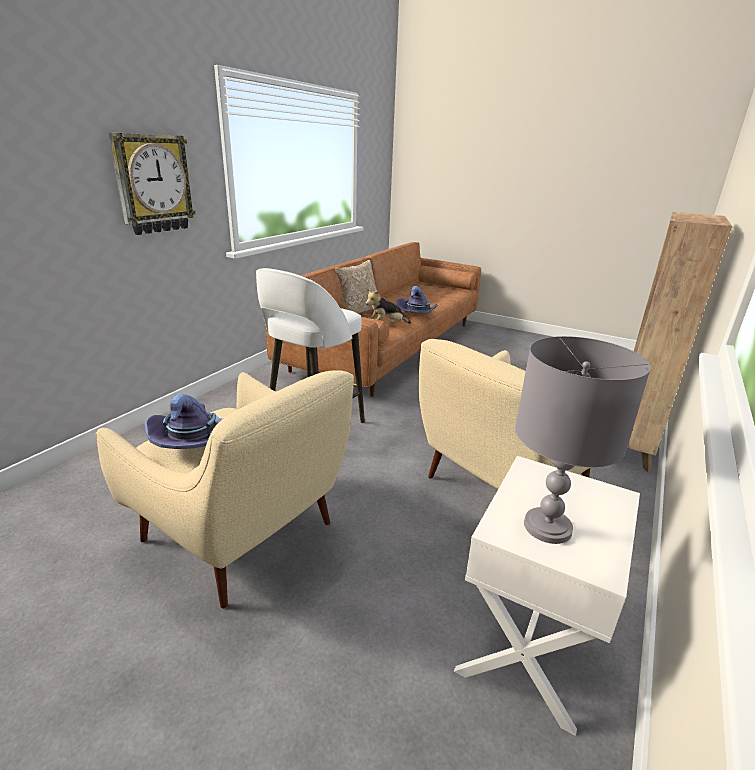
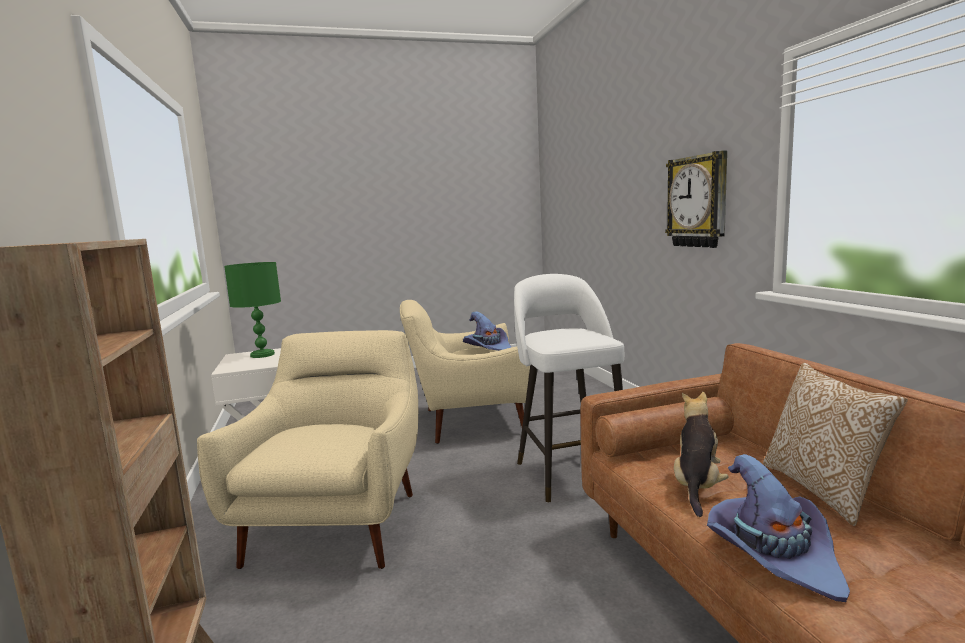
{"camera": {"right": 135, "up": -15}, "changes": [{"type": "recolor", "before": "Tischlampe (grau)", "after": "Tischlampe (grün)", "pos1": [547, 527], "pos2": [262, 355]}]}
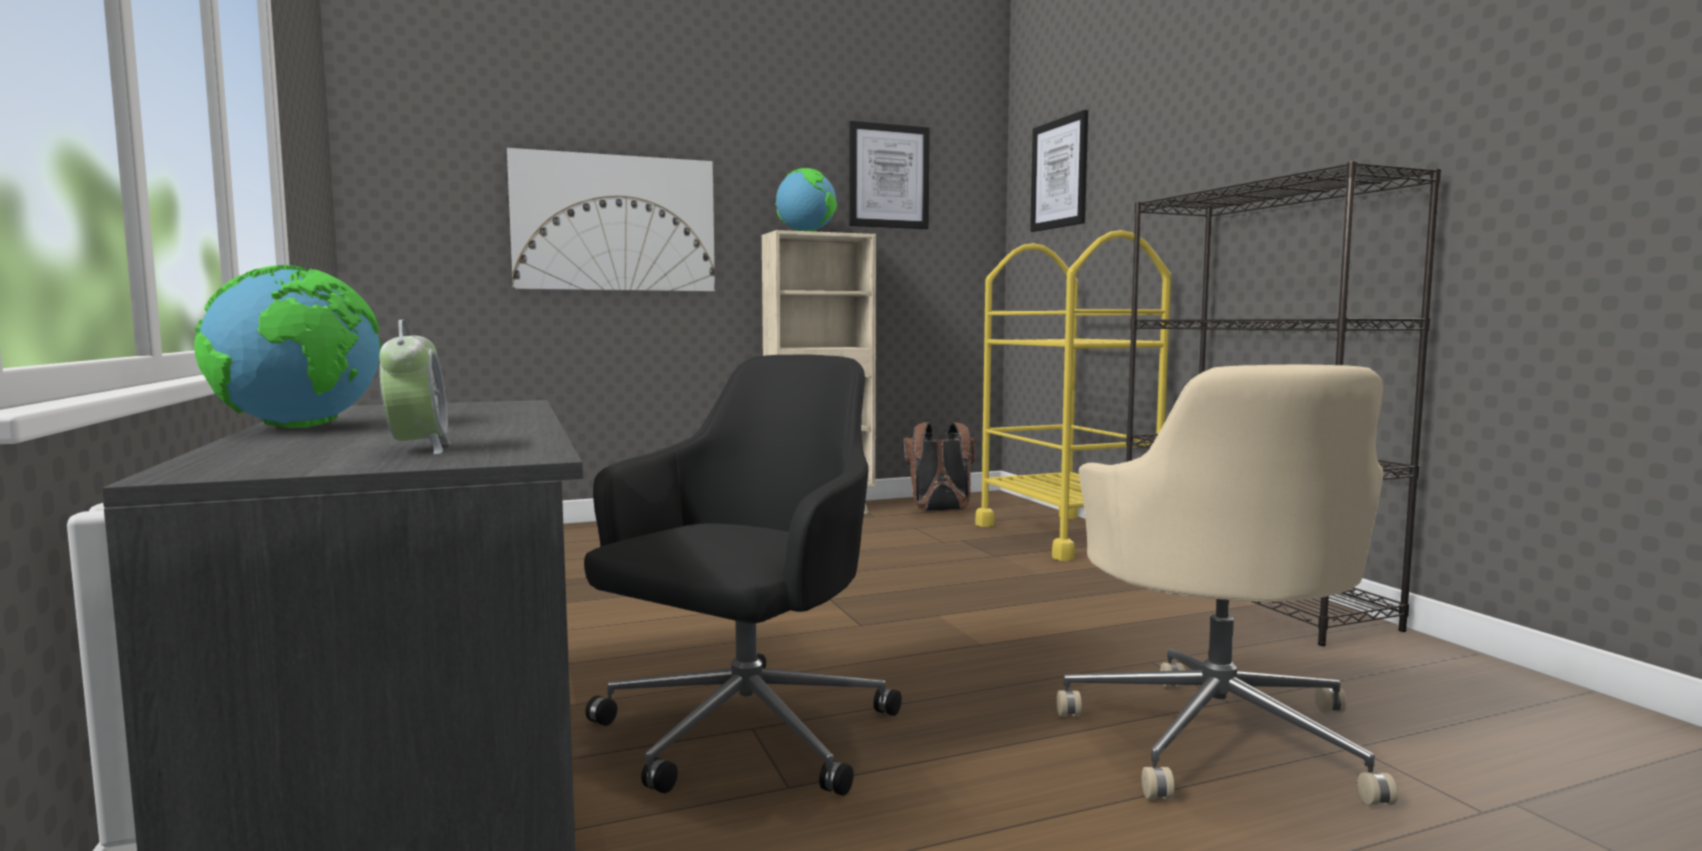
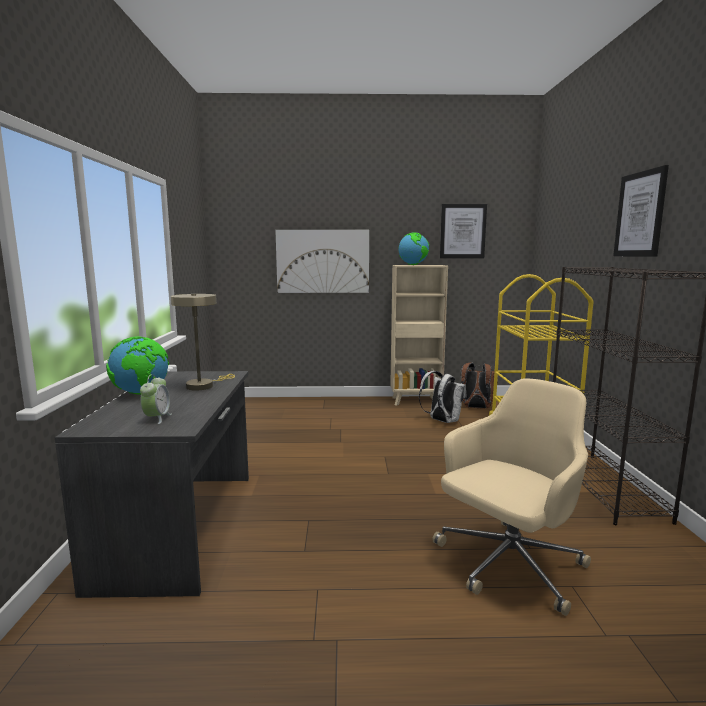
{"camera": {"right": 20, "up": 5}, "changes": [{"type": "delete", "before": "Bürostuhl (schwarz)", "pos1": [742, 734]}, {"type": "insert", "after": "Tischlampe (beige)", "pos2": [203, 385]}, {"type": "insert", "after": "Rucksack (weiß)", "pos2": [442, 421]}, {"type": "move", "before": "Bild", "pos1": [1059, 174], "pos2": [640, 214]}, {"type": "rotate", "before": "Bürostuhl (beige)", "pos1": [1217, 734], "pos2": [508, 565], "turn": -150}]}
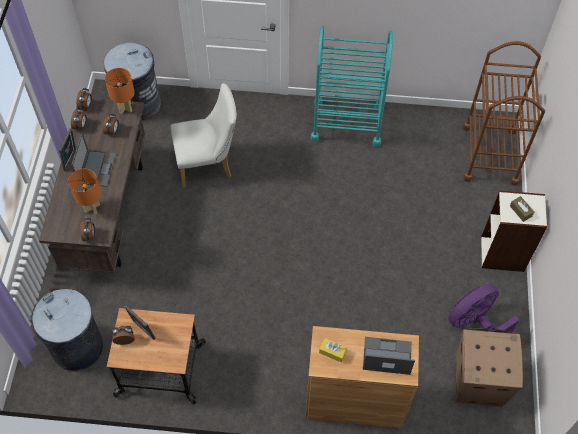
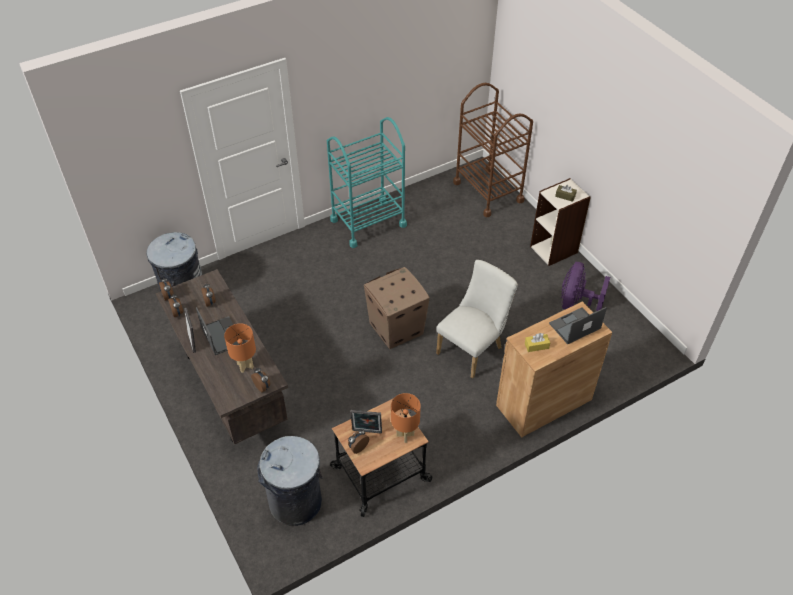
{"camera": {"right": -35, "up": -10}, "changes": [{"type": "move", "before": "Tischlampe (orange)", "pos1": [125, 108], "pos2": [405, 434]}, {"type": "move", "before": "Stuhl (weiß)", "pos1": [208, 164], "pos2": [473, 348]}, {"type": "move", "before": "Karton", "pos1": [477, 382], "pos2": [395, 329]}]}
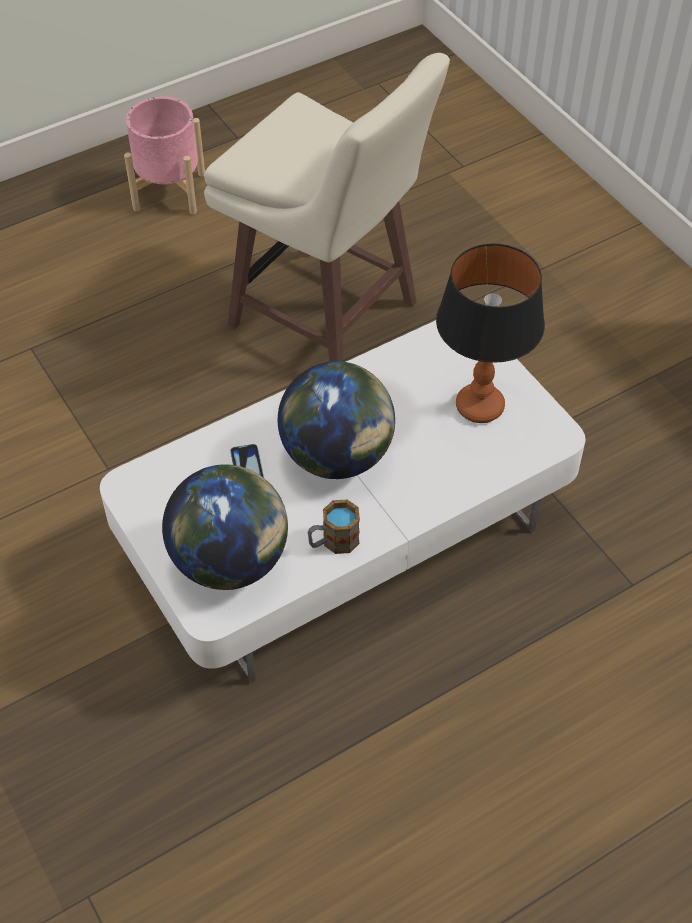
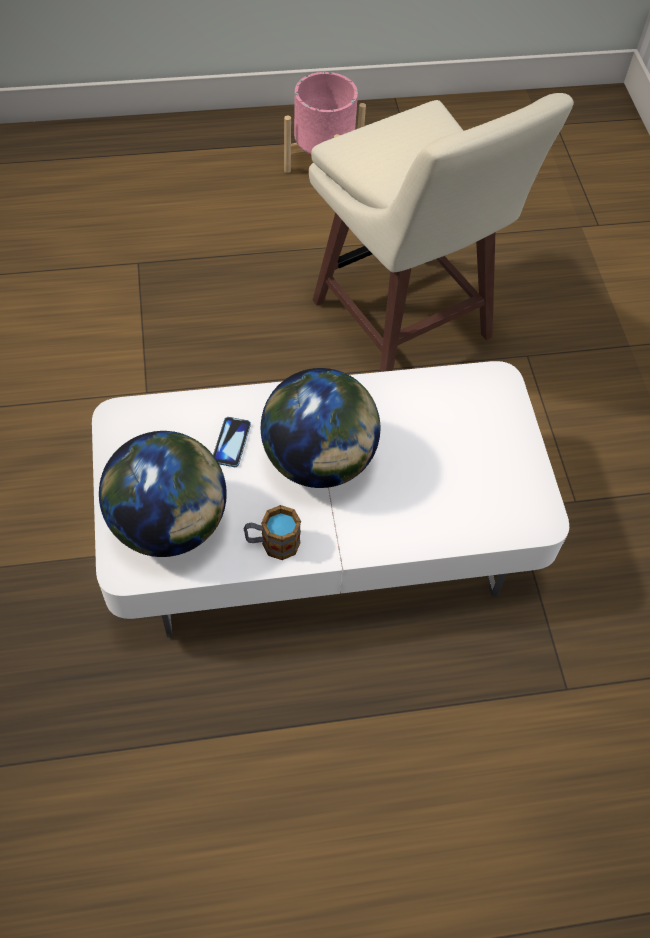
{"camera": {"right": 20, "up": 5}, "changes": [{"type": "delete", "before": "Tischlampe", "pos1": [479, 407]}]}
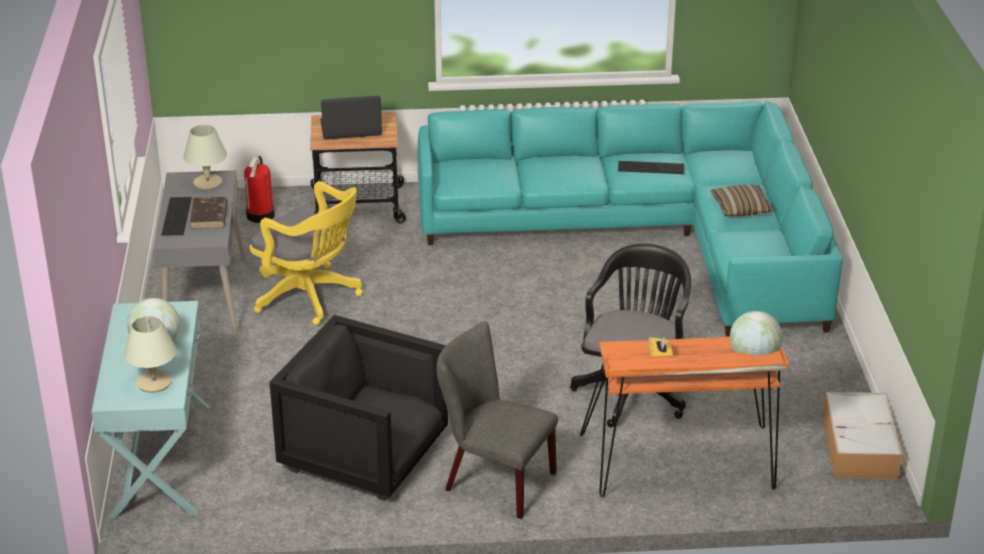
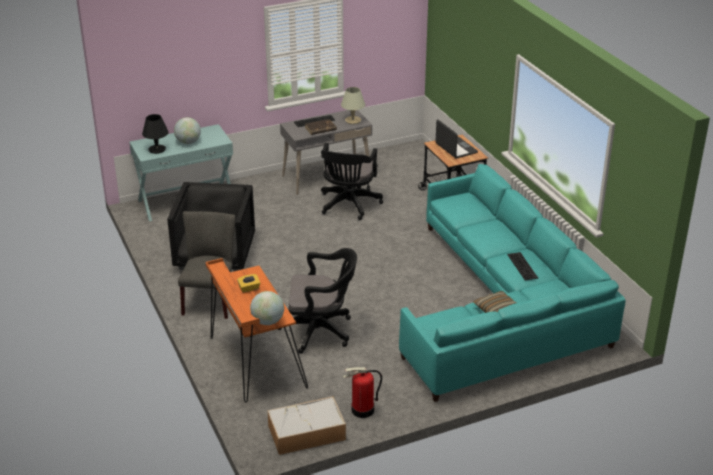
{"camera": {"right": 70, "up": 0}, "changes": [{"type": "move", "before": "Feuerlöscher", "pos1": [261, 215], "pos2": [362, 410]}, {"type": "recolor", "before": "Tischlampe (beige)", "after": "Tischlampe (schwarz)", "pos1": [154, 383], "pos2": [157, 149]}, {"type": "recolor", "before": "Bürostuhl (gelb)", "after": "Bürostuhl (schwarz)", "pos1": [310, 297], "pos2": [348, 205]}]}
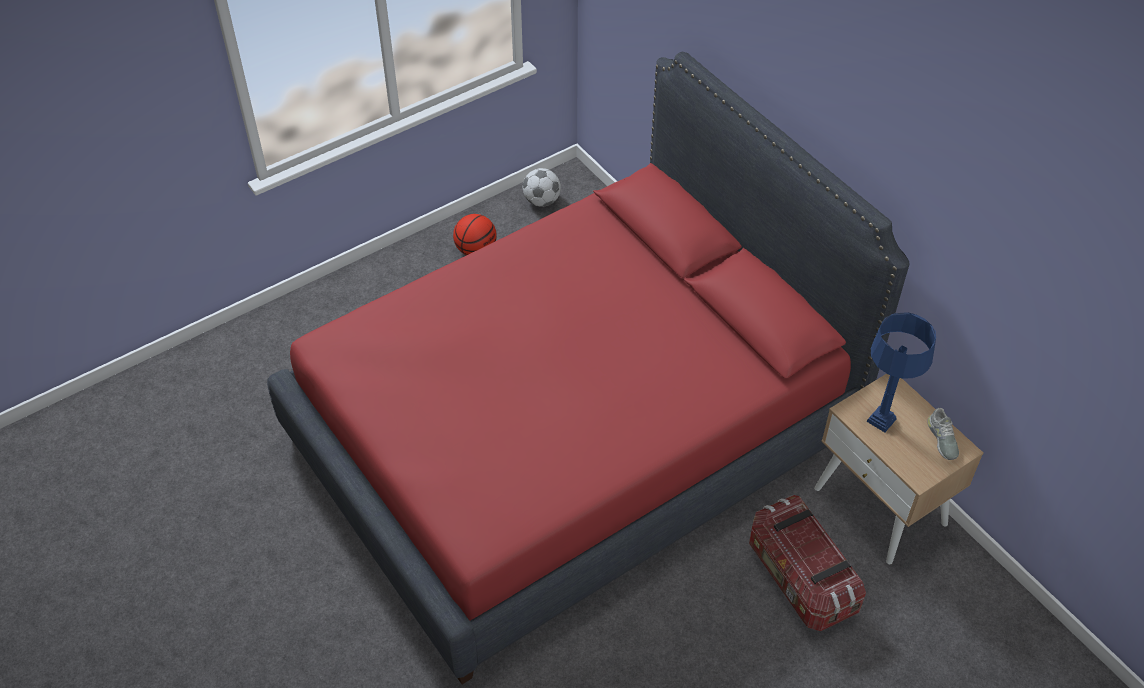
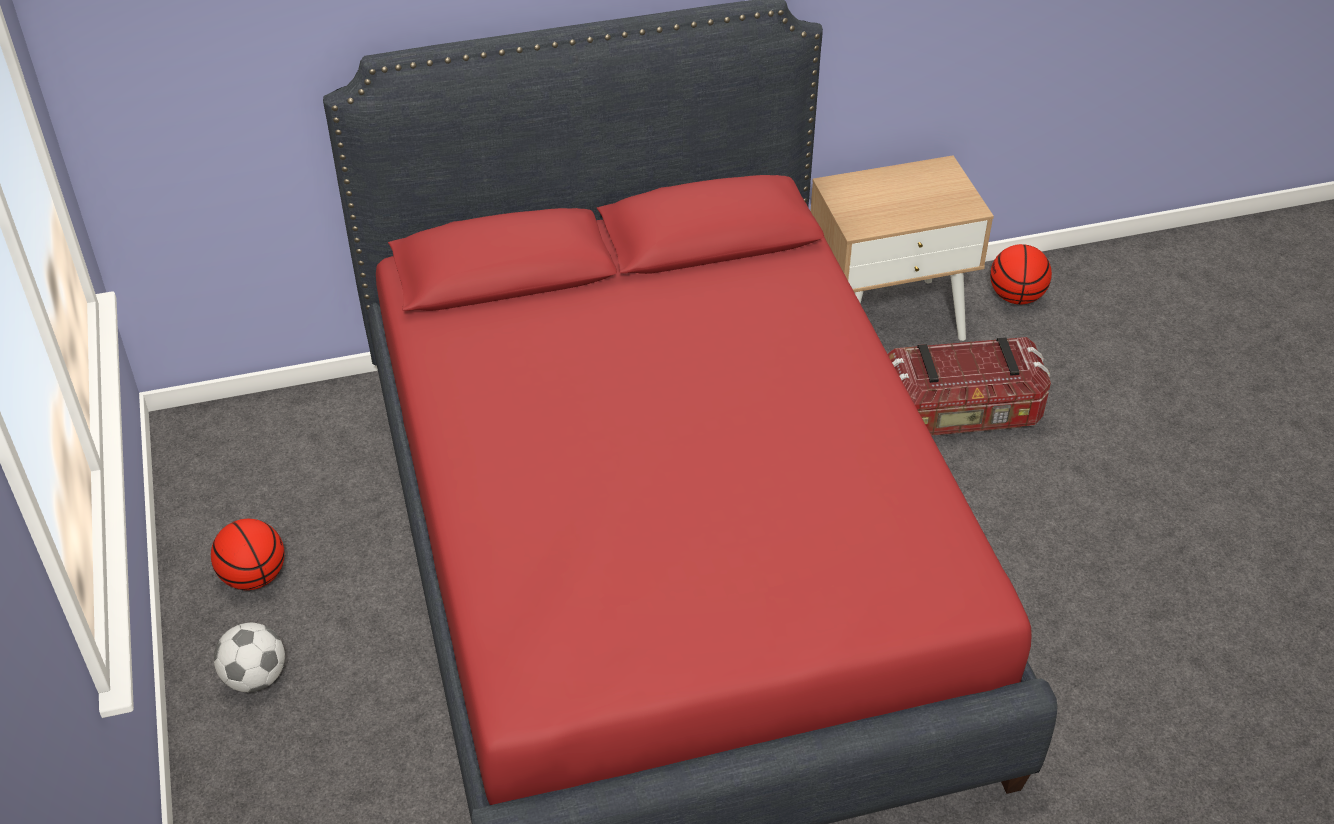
{"camera": {"right": -70, "up": -5}, "changes": [{"type": "delete", "before": "Tischlampe (blau)", "pos1": [881, 420]}, {"type": "delete", "before": "Schuh (grau)", "pos1": [942, 439]}, {"type": "insert", "after": "Basketball", "pos2": [1016, 297]}, {"type": "move", "before": "Fußball", "pos1": [542, 201], "pos2": [255, 677]}]}
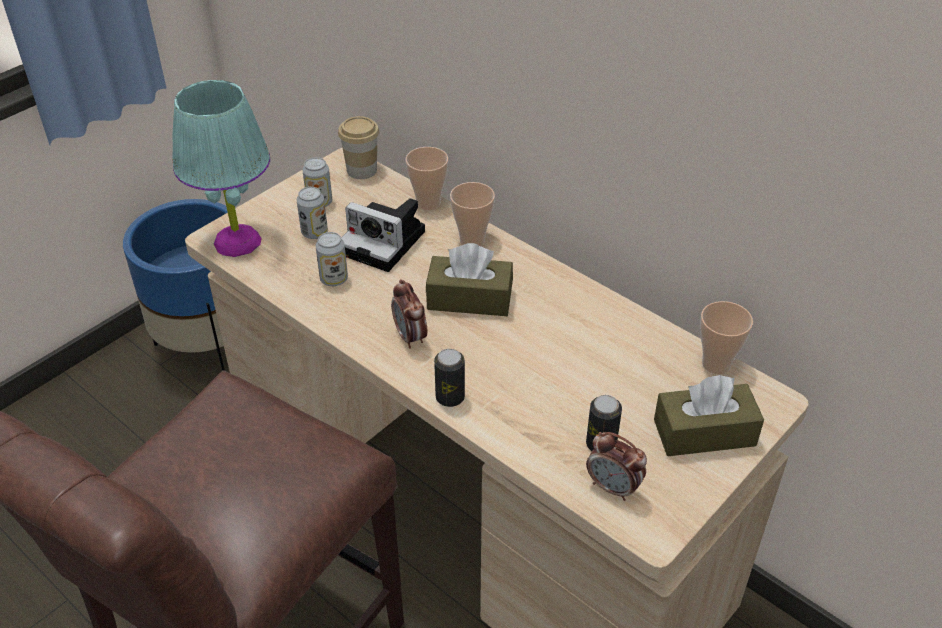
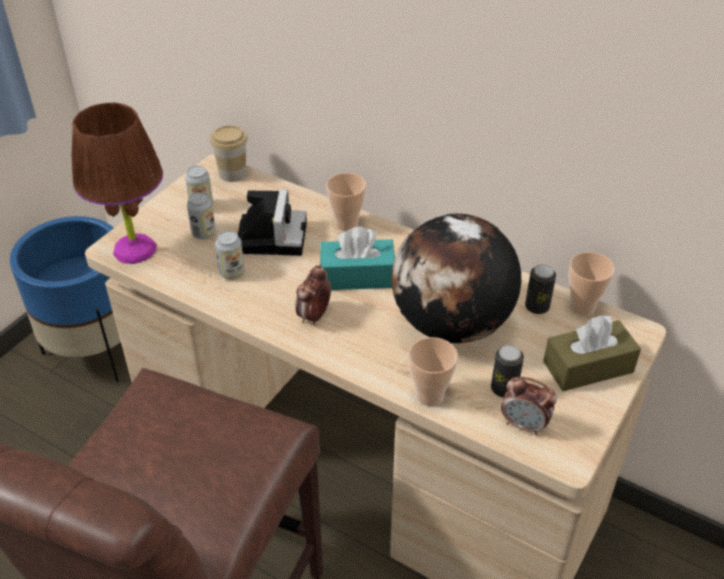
{"camera": {"right": -10, "up": 0}, "changes": [{"type": "insert", "after": "Globus", "pos2": [451, 325]}, {"type": "move", "before": "Tasse", "pos1": [428, 203], "pos2": [429, 395]}, {"type": "move", "before": "Dose", "pos1": [450, 397], "pos2": [537, 307]}, {"type": "recolor", "before": "Tischlampe (türkis)", "after": "Tischlampe (braun)", "pos1": [237, 241], "pos2": [134, 249]}, {"type": "recolor", "before": "Taschentuchbox (braun)", "after": "Taschentuchbox (türkis)", "pos1": [469, 299], "pos2": [357, 276]}, {"type": "rotate", "before": "Kamera", "pos1": [386, 243], "pos2": [271, 235], "turn": -105}, {"type": "rotate", "before": "Wecker", "pos1": [410, 337], "pos2": [314, 316], "turn": 60}]}
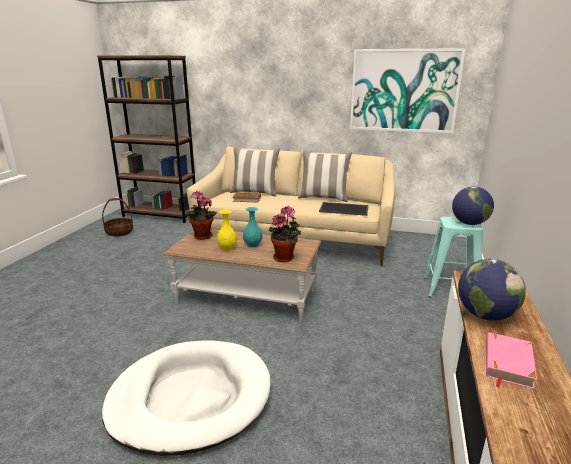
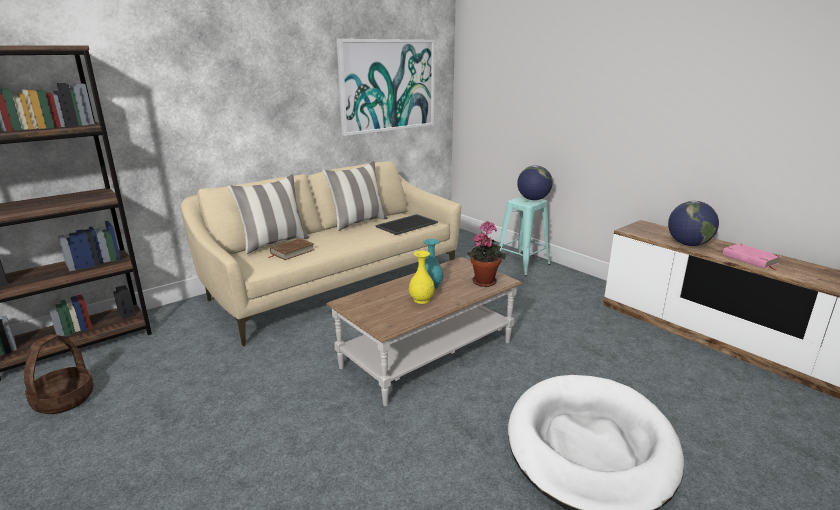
{"camera": {"right": -55, "up": 0}, "changes": [{"type": "delete", "before": "Topfpflanze", "pos1": [201, 237]}]}
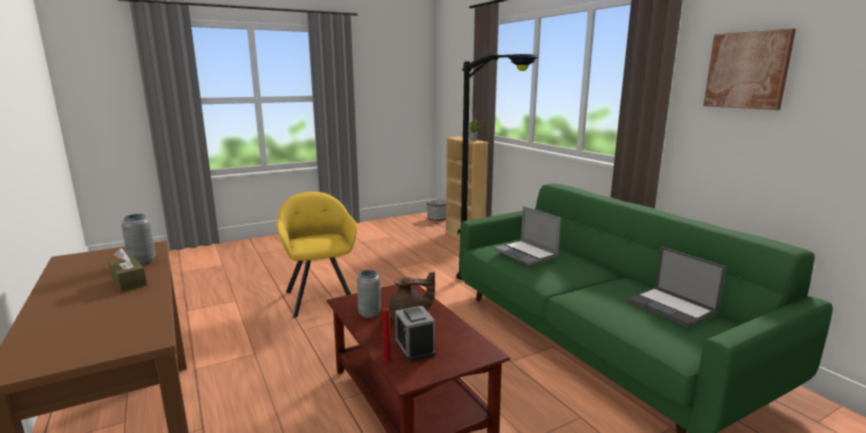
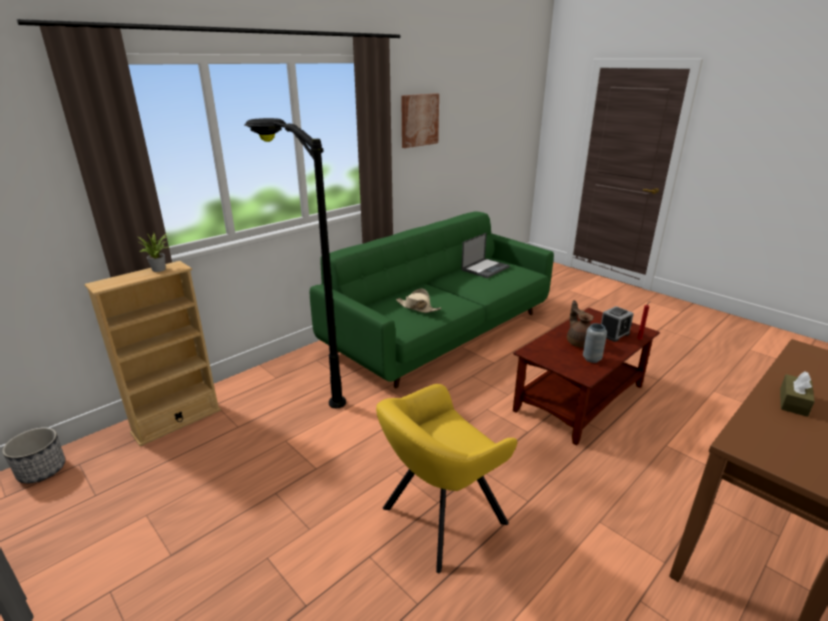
{"camera": {"right": -105, "up": 10}, "changes": [{"type": "delete", "before": "Vase (grau)", "pos1": [142, 262]}, {"type": "replace", "before": "Laptop", "after": "Hut (beige)", "pos1": [527, 254], "pos2": [417, 307]}]}
